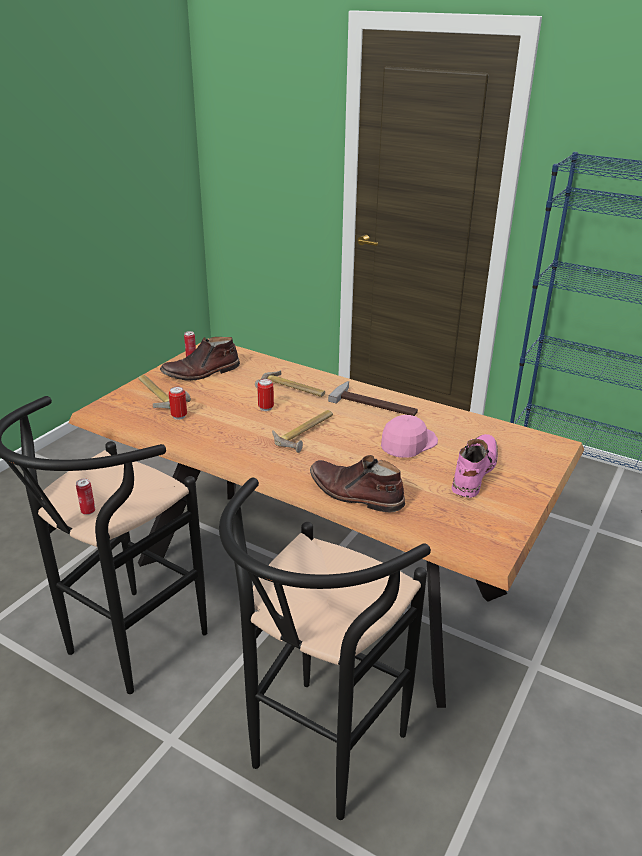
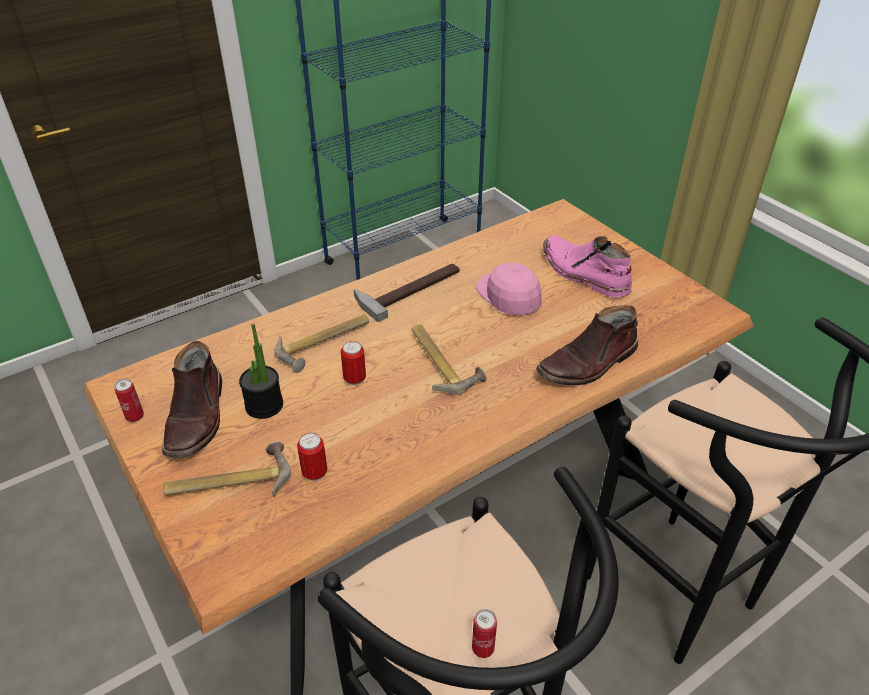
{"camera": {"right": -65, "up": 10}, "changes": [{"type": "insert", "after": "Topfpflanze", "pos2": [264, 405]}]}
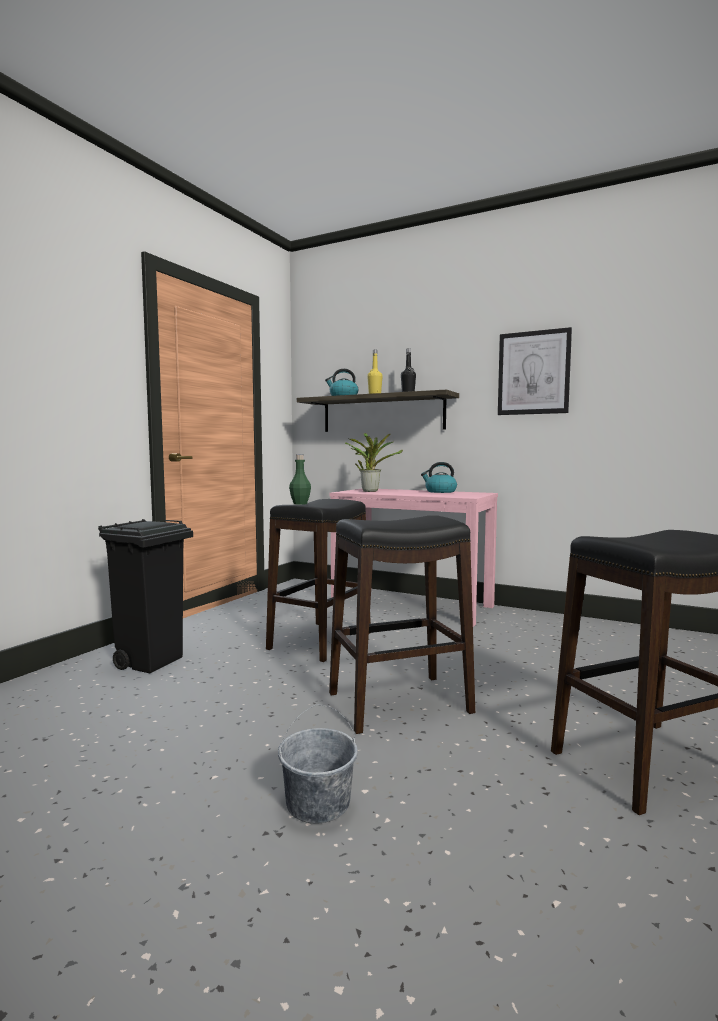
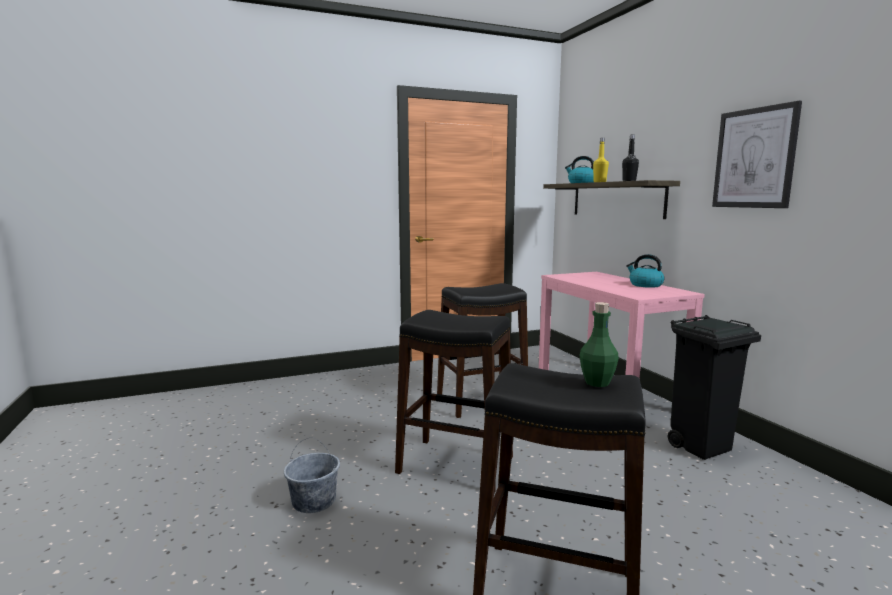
{"camera": {"right": 40, "up": 5}, "changes": [{"type": "delete", "before": "Topfpflanze", "pos1": [370, 491]}, {"type": "move", "before": "Mülleimer (schwarz)", "pos1": [151, 662], "pos2": [701, 447]}, {"type": "move", "before": "Flasche (grün)", "pos1": [300, 503], "pos2": [597, 383]}]}
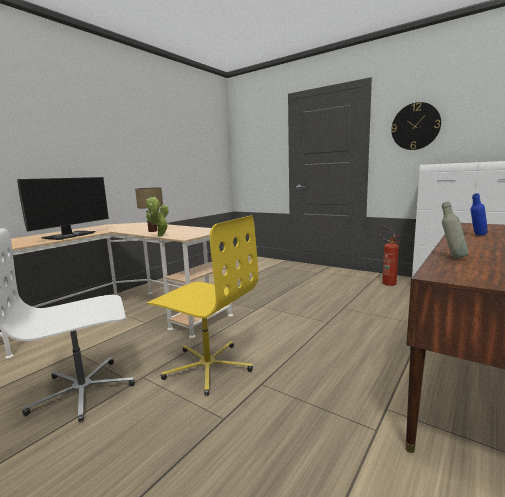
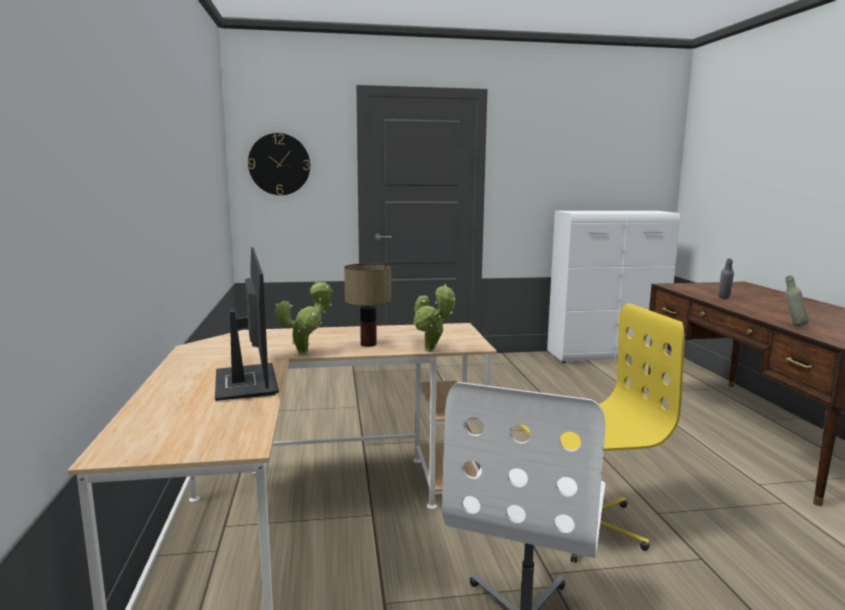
{"camera": {"right": -45, "up": 0}, "changes": [{"type": "delete", "before": "Feuerlöscher", "pos1": [386, 283]}, {"type": "insert", "after": "Topfpflanze", "pos2": [307, 352]}, {"type": "move", "before": "Wanduhr", "pos1": [415, 126], "pos2": [279, 164]}, {"type": "recolor", "before": "Flasche (blau)", "after": "Flasche (grau)", "pos1": [476, 235], "pos2": [724, 298]}]}
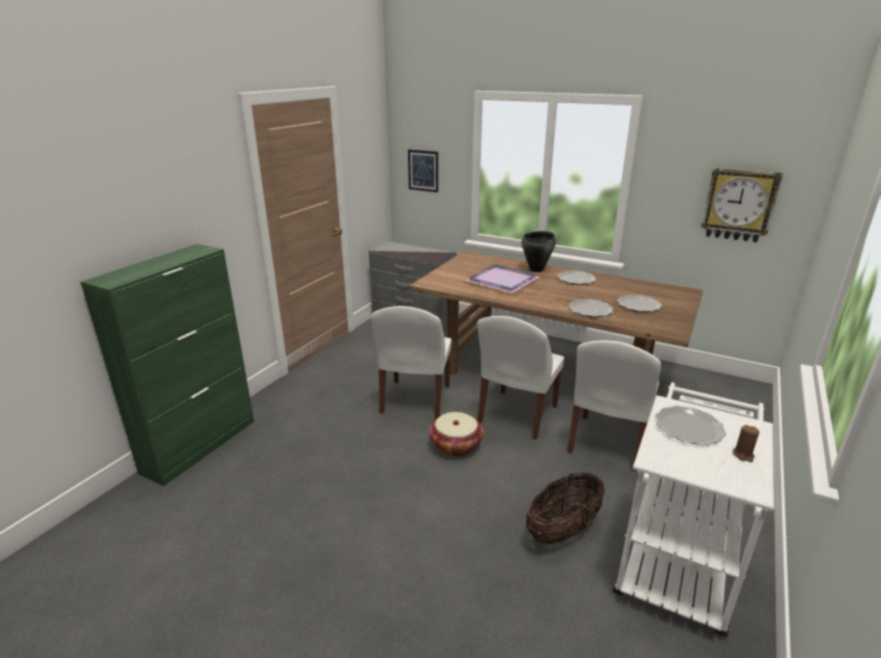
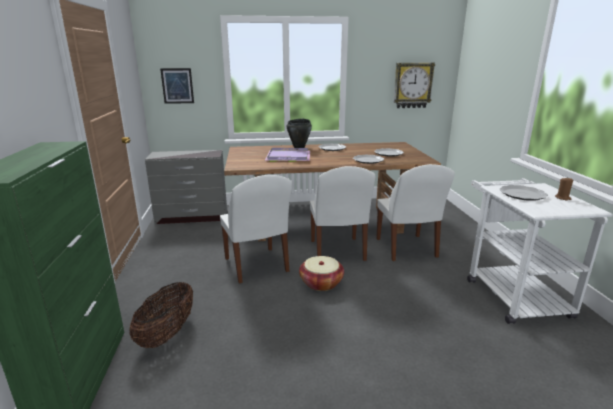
{"camera": {"right": -35, "up": -5}, "changes": [{"type": "move", "before": "Korb", "pos1": [563, 530], "pos2": [167, 334]}]}
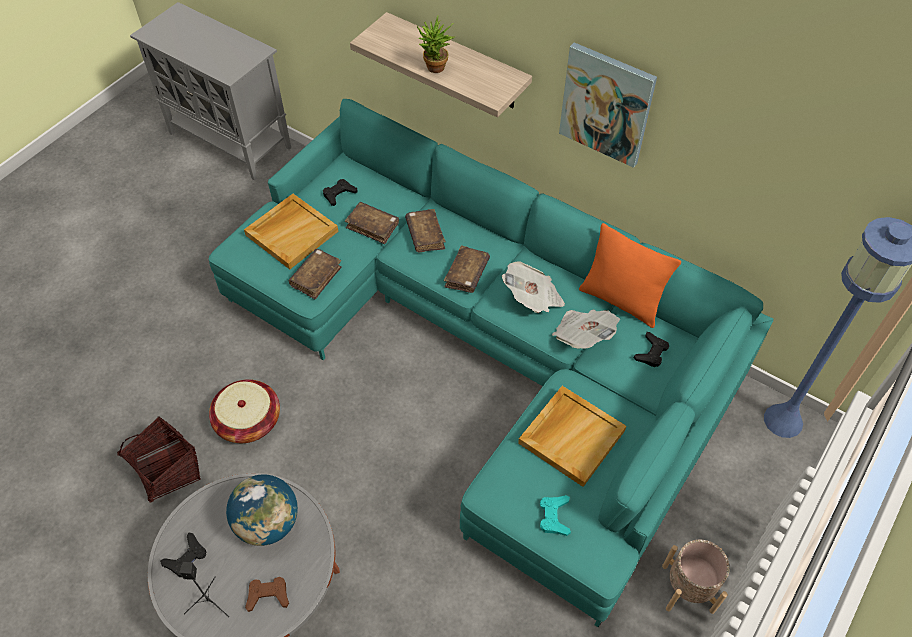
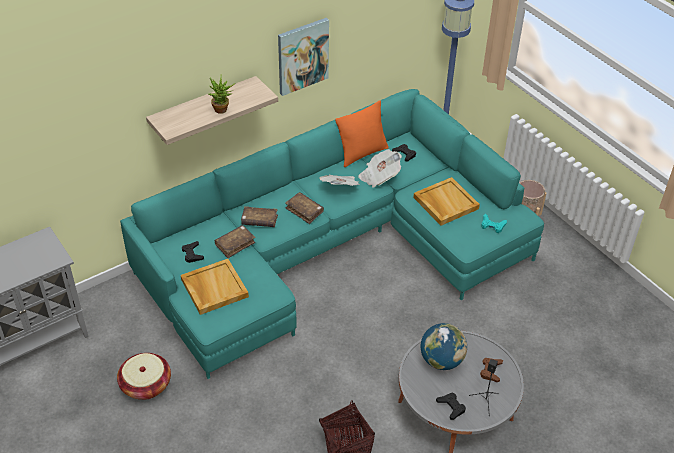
{"camera": {"right": -70, "up": -10}, "changes": [{"type": "delete", "before": "Buch (braun)", "pos1": [316, 277]}, {"type": "move", "before": "Korb", "pos1": [248, 421], "pos2": [146, 385]}]}
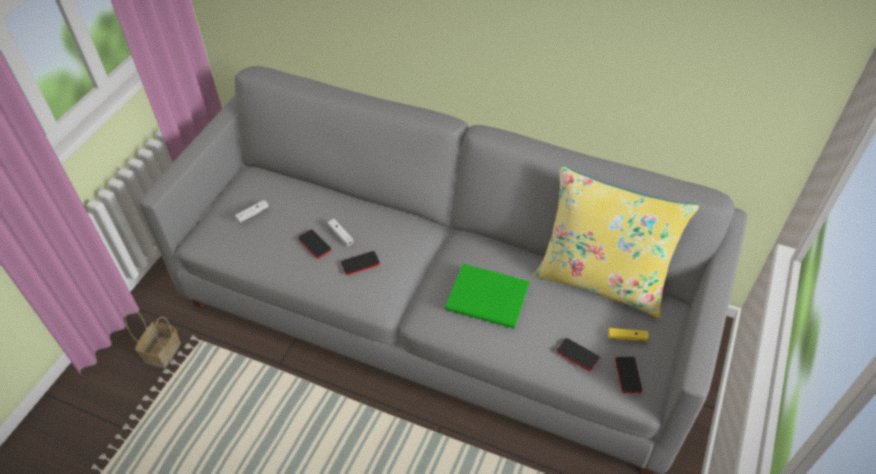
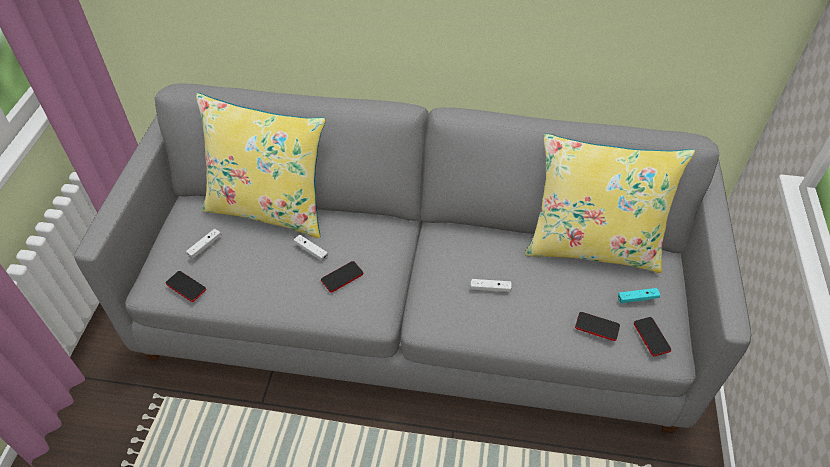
{"camera": {"right": -15, "up": 0}, "changes": [{"type": "delete", "before": "Korb", "pos1": [162, 351]}, {"type": "insert", "after": "Kissen (gelb)", "pos2": [269, 208]}, {"type": "move", "before": "Handy", "pos1": [314, 244], "pos2": [186, 286]}, {"type": "replace", "before": "Buch (grün)", "after": "Gamepad (weiß)", "pos1": [489, 300], "pos2": [490, 288]}, {"type": "recolor", "before": "Gamepad (gelb)", "after": "Gamepad (türkis)", "pos1": [627, 337], "pos2": [637, 298]}]}
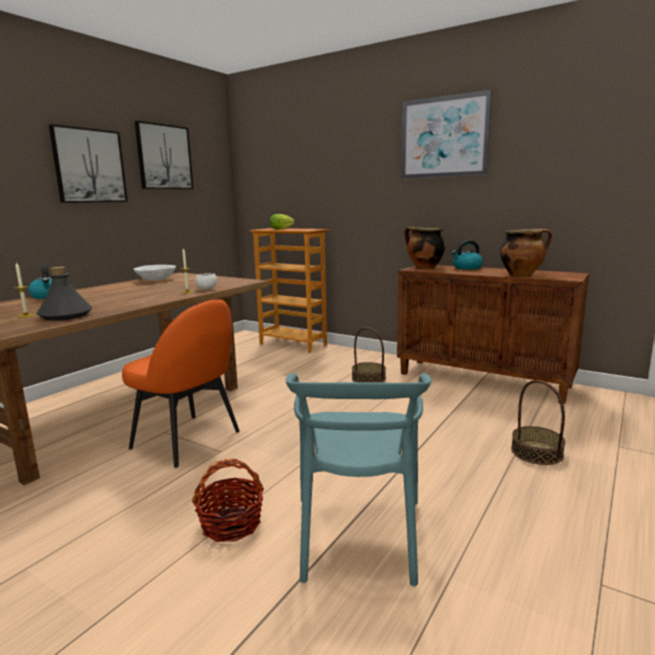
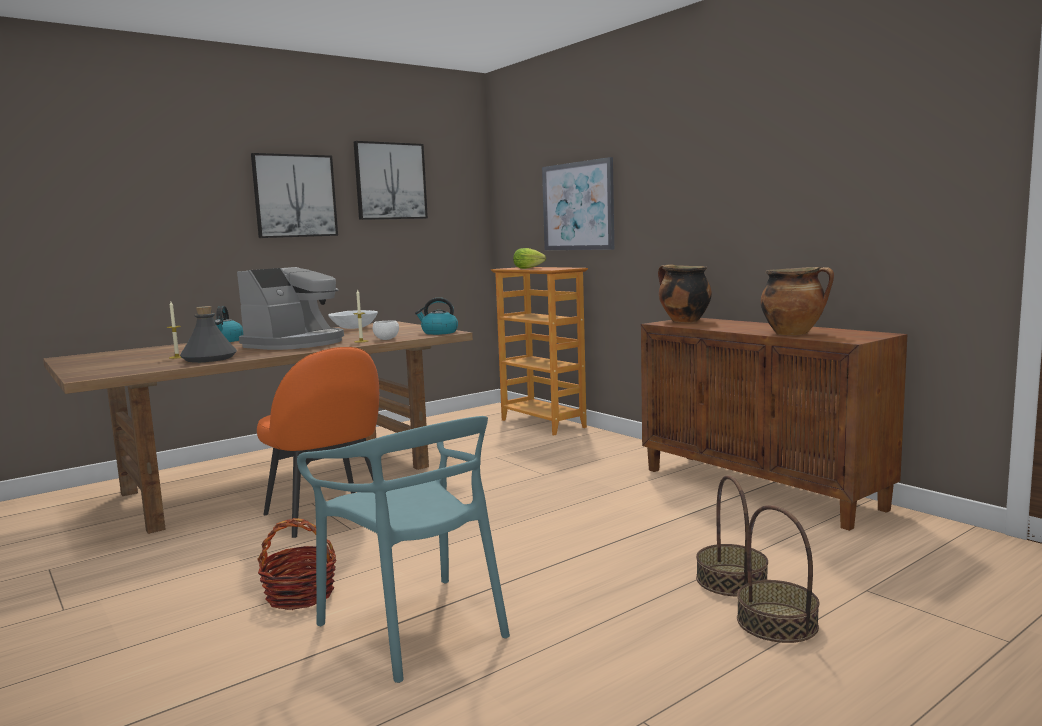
{"camera": {"right": 20, "up": -5}, "changes": [{"type": "insert", "after": "Kaffeemaschine", "pos2": [296, 343]}, {"type": "move", "before": "Korb", "pos1": [368, 378], "pos2": [777, 622]}, {"type": "move", "before": "Bild", "pos1": [444, 137], "pos2": [578, 206]}, {"type": "move", "before": "Wasserkessel", "pos1": [467, 268], "pos2": [439, 332]}, {"type": "rotate", "before": "Stuhl (türkis)", "pos1": [358, 535], "pos2": [416, 627], "turn": -60}]}
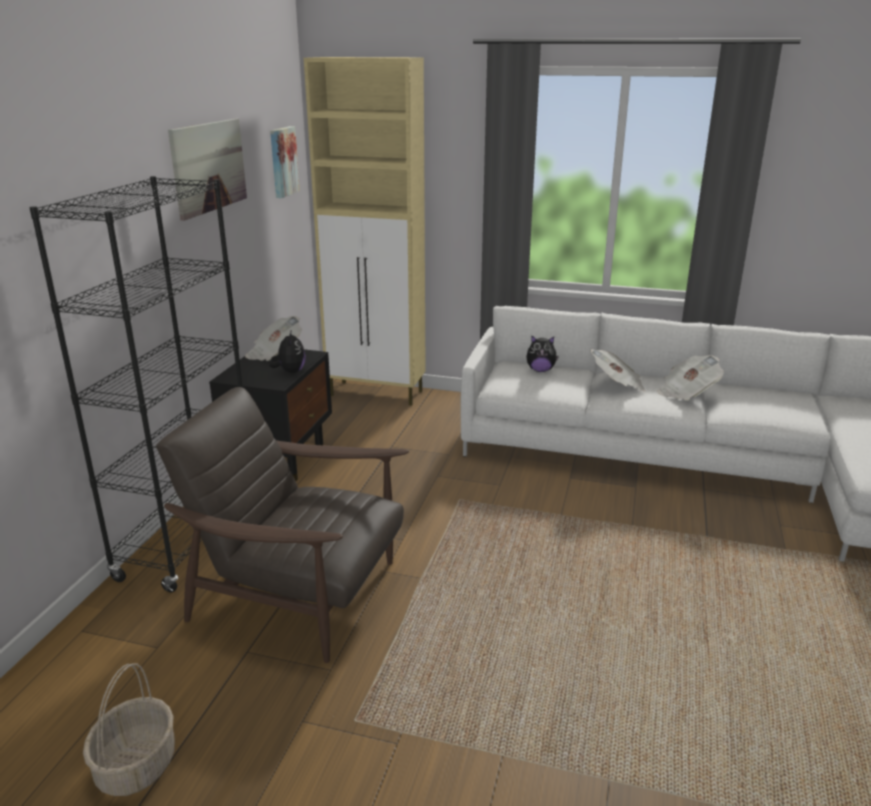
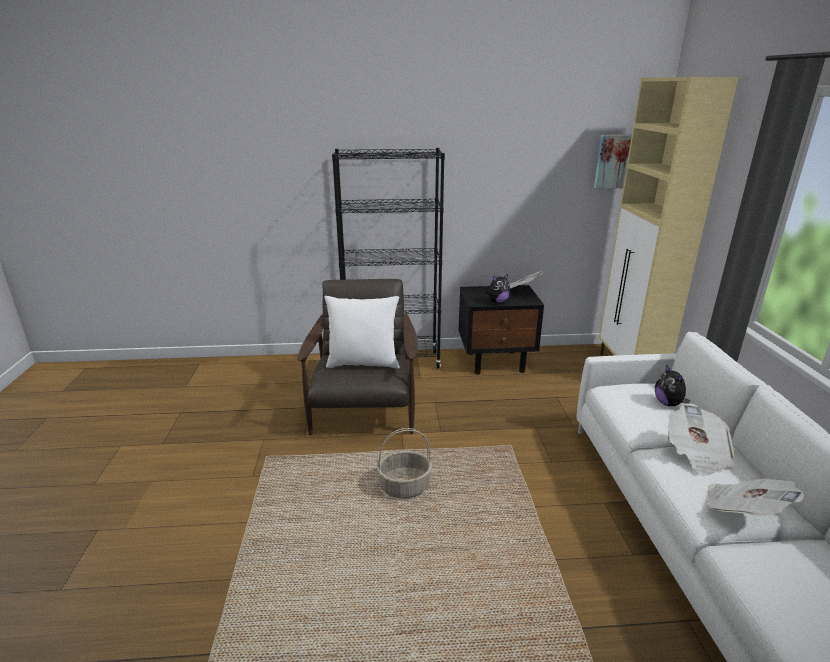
{"camera": {"right": 70, "up": 0}, "changes": [{"type": "delete", "before": "Bild", "pos1": [209, 167]}, {"type": "insert", "after": "Kissen (weiß)", "pos2": [363, 363]}, {"type": "move", "before": "Korb", "pos1": [136, 765], "pos2": [405, 486]}]}
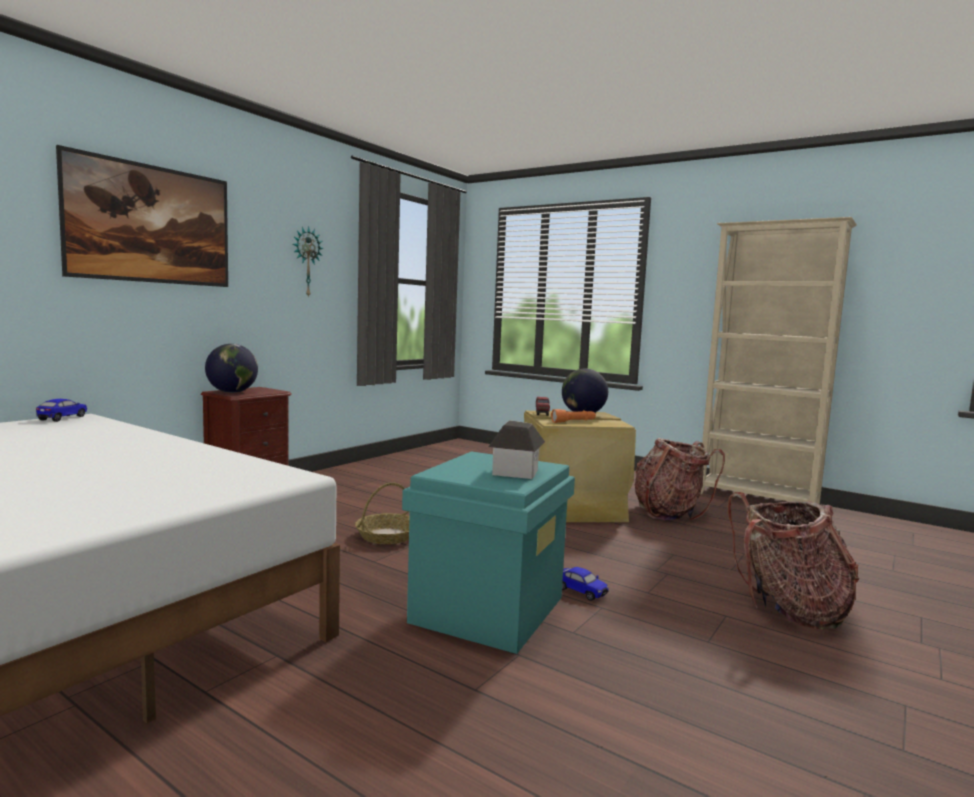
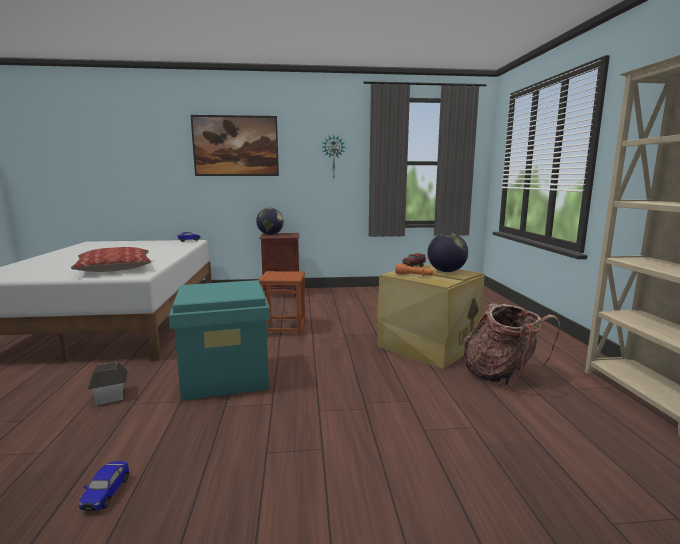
{"camera": {"right": 50, "up": 5}, "changes": [{"type": "delete", "before": "Rucksack", "pos1": [788, 610]}, {"type": "insert", "after": "Kissen", "pos2": [115, 268]}, {"type": "move", "before": "Spielzeughaus", "pos1": [515, 472], "pos2": [110, 396]}, {"type": "move", "before": "Spielzeugauto", "pos1": [581, 592], "pos2": [106, 494]}, {"type": "replace", "before": "Korb", "after": "Hocker (braun)", "pos1": [387, 536], "pos2": [284, 327]}]}
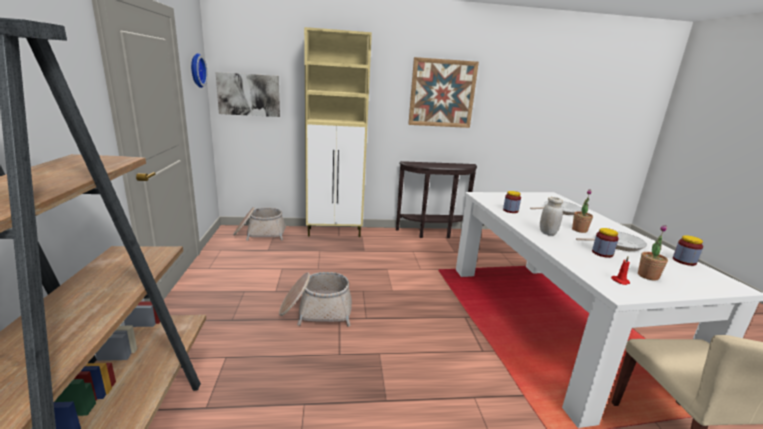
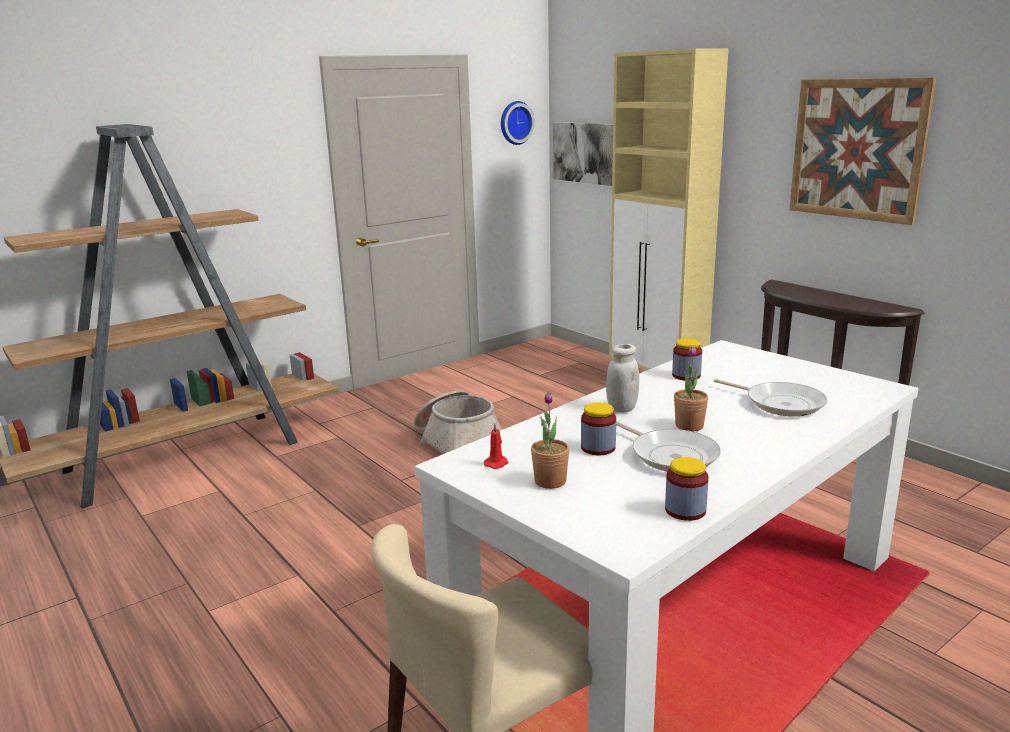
{"camera": {"right": 60, "up": 0}, "changes": [{"type": "delete", "before": "Korb", "pos1": [260, 234]}]}
